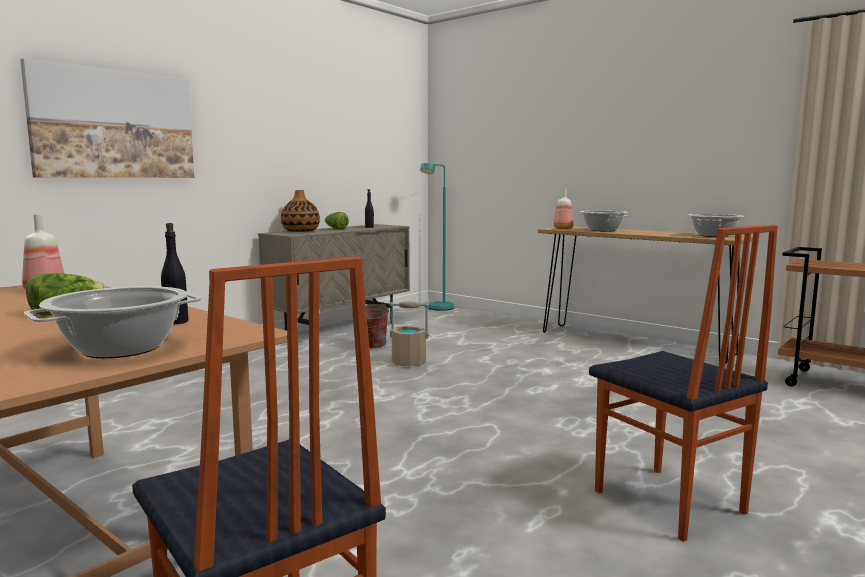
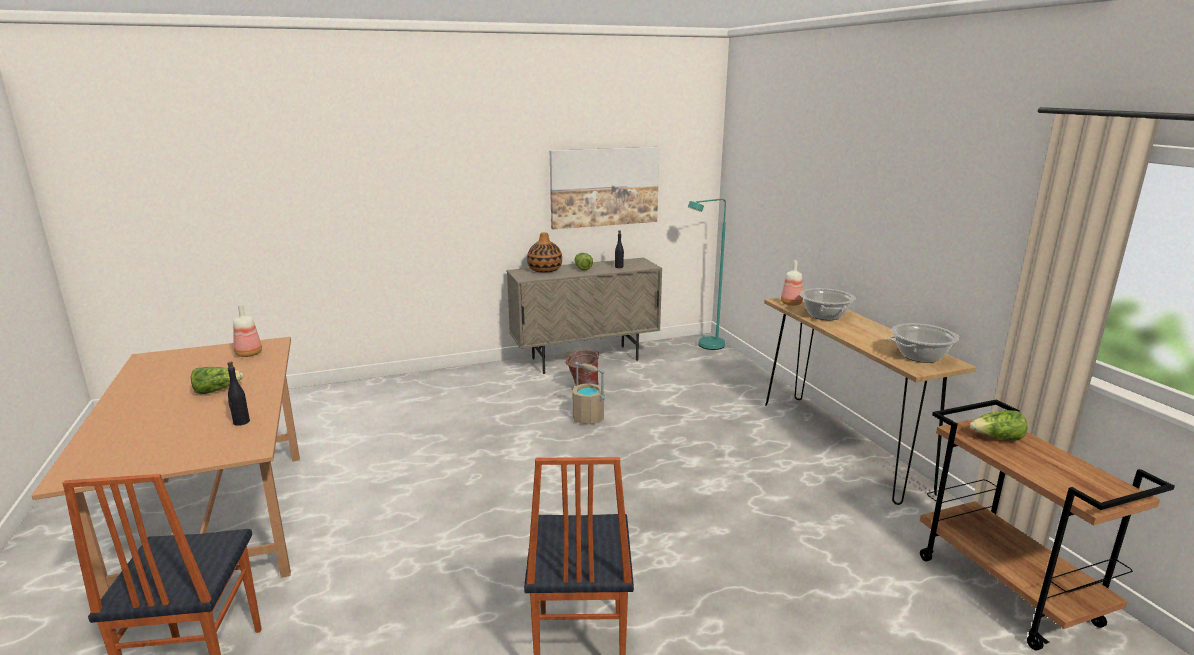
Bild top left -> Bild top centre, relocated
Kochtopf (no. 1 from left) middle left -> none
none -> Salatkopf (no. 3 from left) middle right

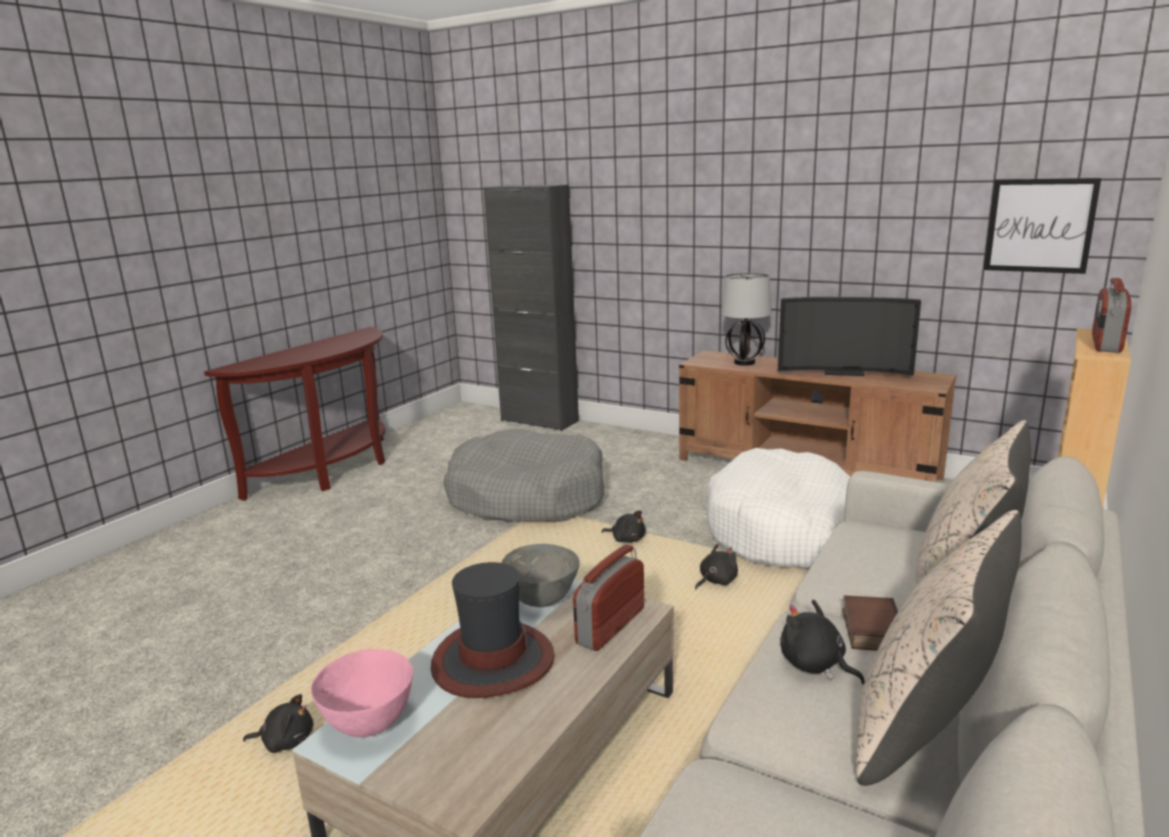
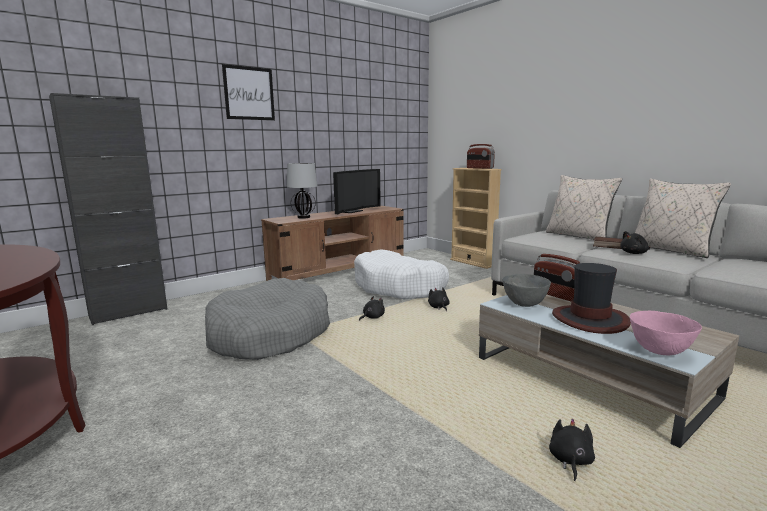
Bild top right -> Bild top left, relocated

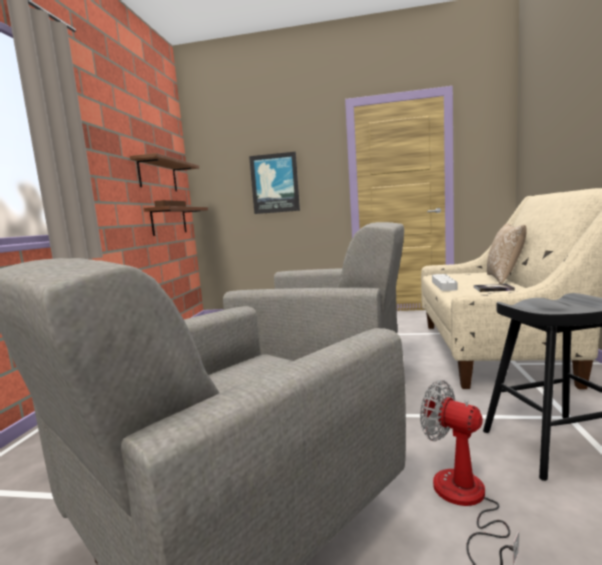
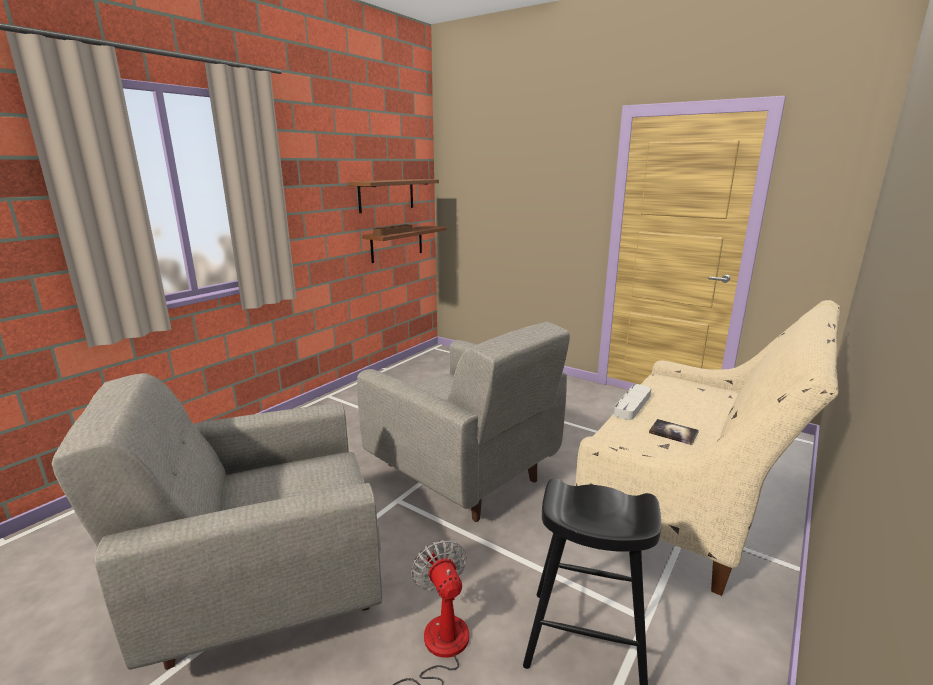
Bild top centre -> none
Kissen middle right -> none

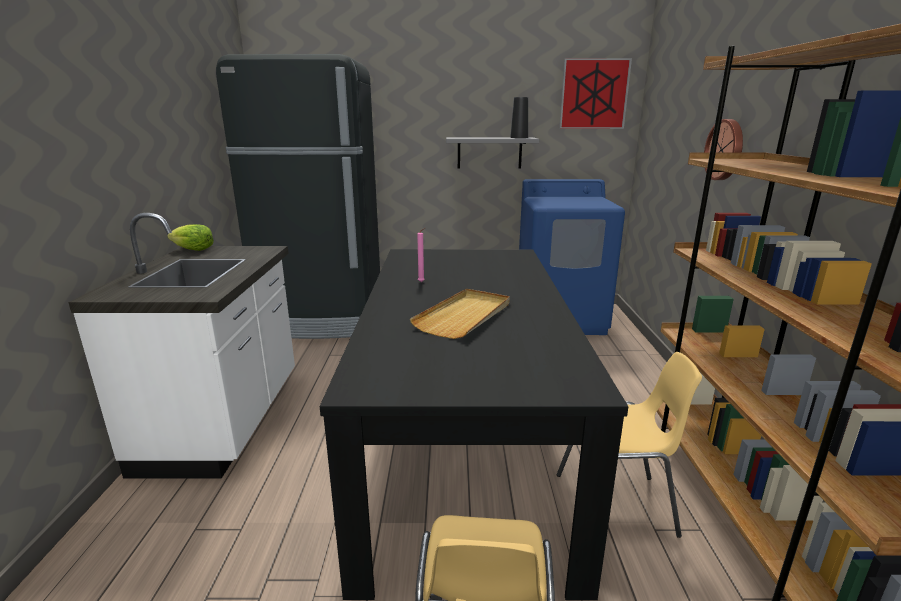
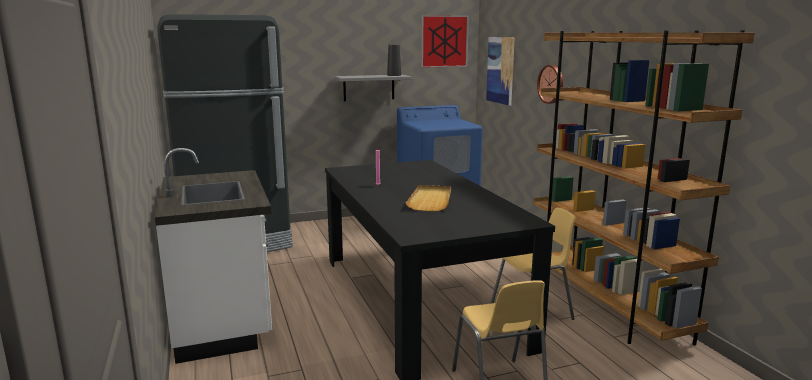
Salatkopf middle left -> none
none -> Bild (no. 2 from left) top centre

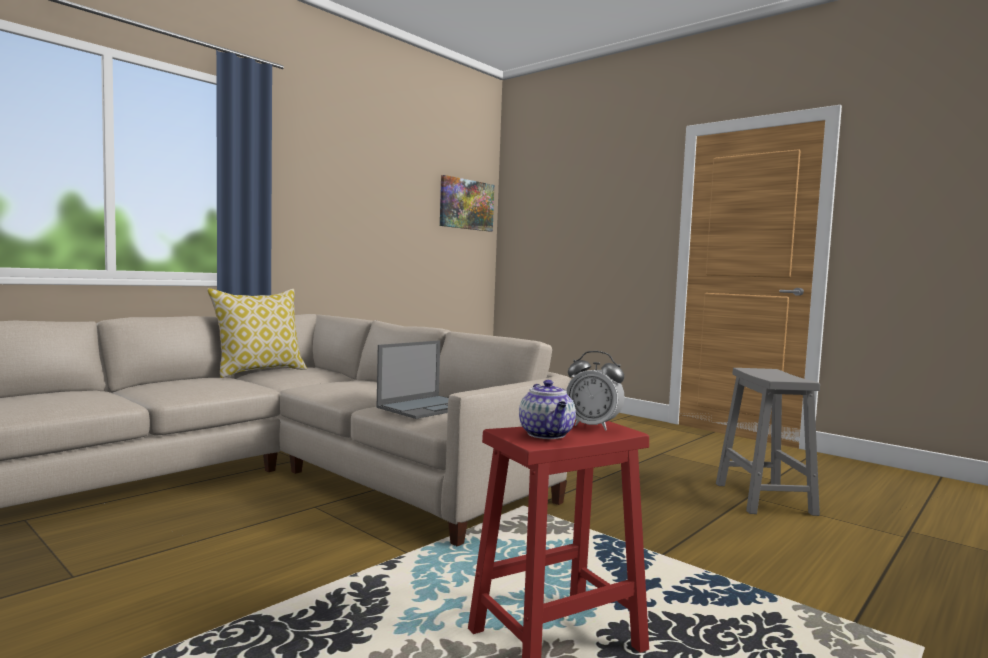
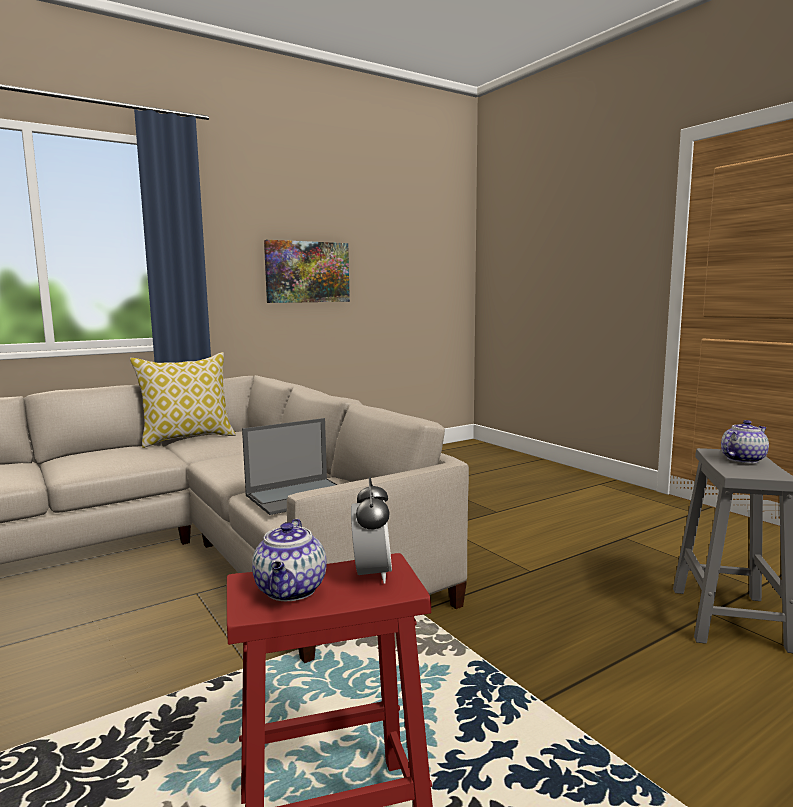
Bild top centre -> Bild centre, relocated
Wecker centre, 135 degrees counterclockwise
none -> Teekanne (no. 2 from left) middle right

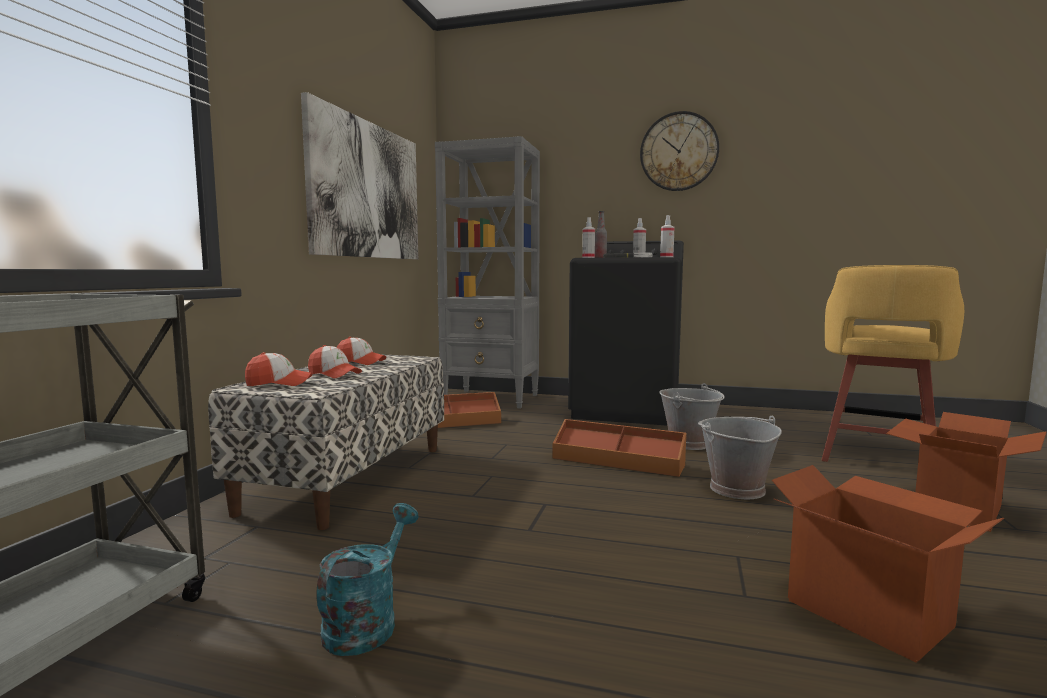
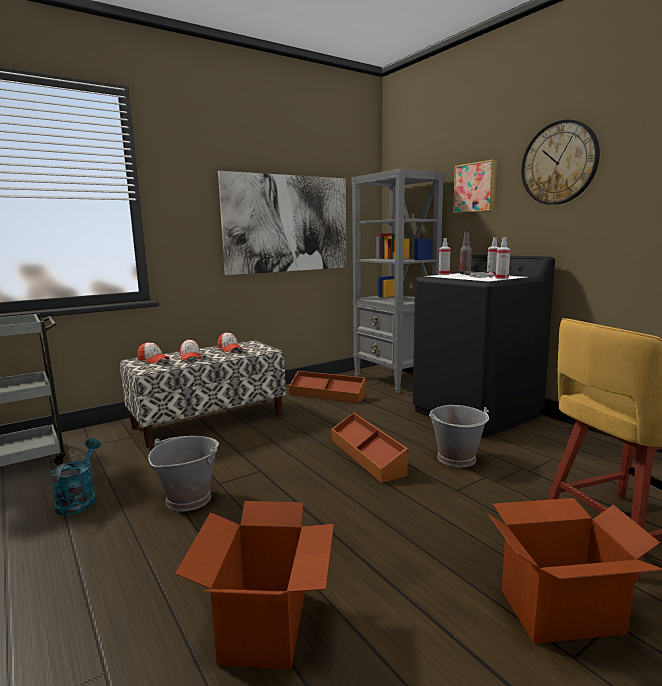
Eimer/grau (no. 2 from left in the first image) middle right -> Eimer/grau (no. 1 from left) bottom left, relocated
Gießkanne/türkis bottom centre -> Gießkanne/türkis bottom left, 60 degrees counterclockwise
none -> Bild (no. 2 from left) top right

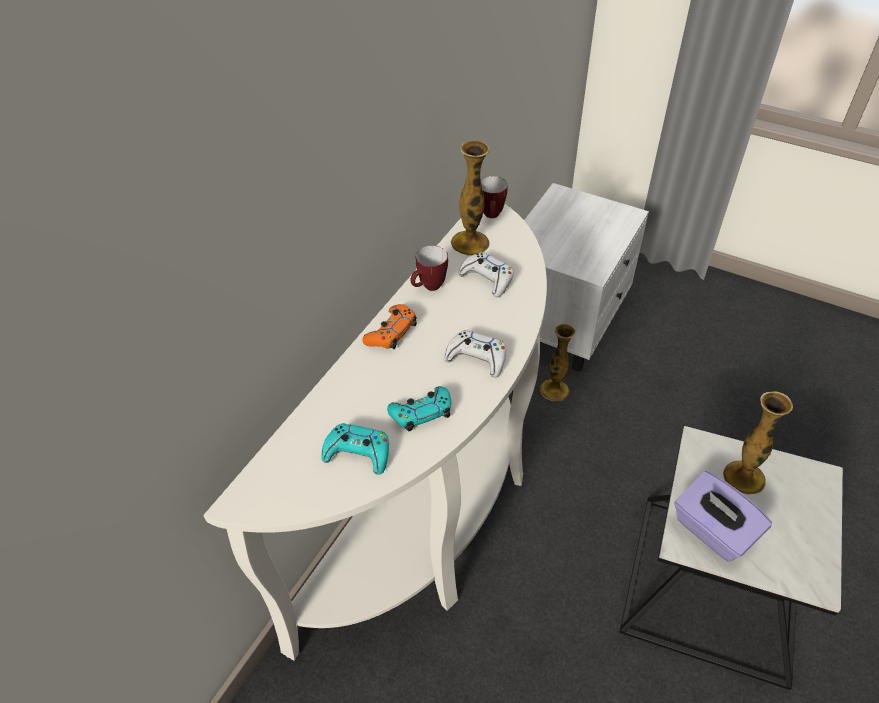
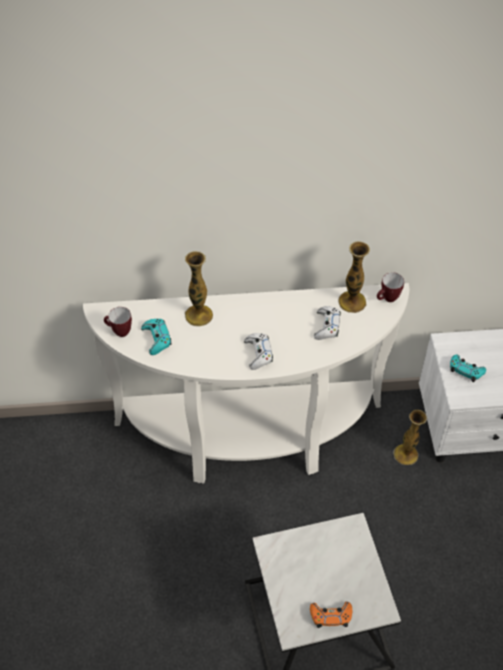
Henkelbecher (no. 1 from left) centre -> Henkelbecher (no. 1 from left) middle left, relocated
Gamepad/orange centre -> Gamepad/orange bottom centre, relocated
Gamepad/türkis (no. 2 from left) centre -> Gamepad/türkis (no. 2 from left) middle right, relocated
Vase (no. 3 from left in the first image) middle right -> Vase (no. 1 from left) centre, relocated
Taschentuchbox/lila bottom right -> none

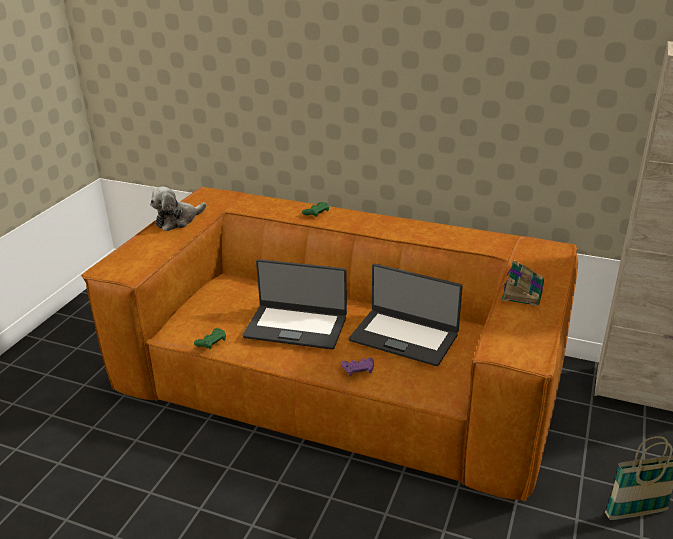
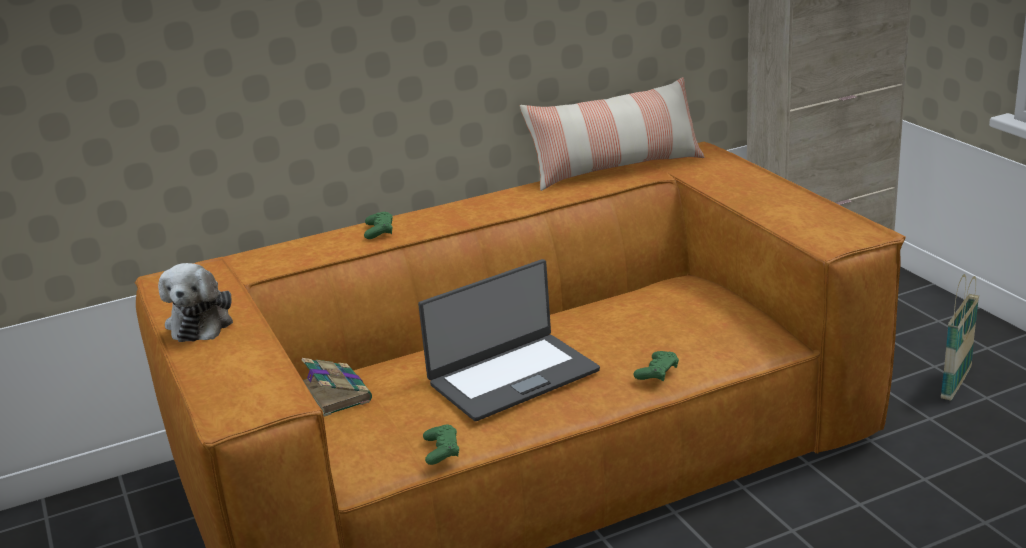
Buch middle right -> Buch bottom left, relocated
Laptop (no. 2 from left) centre -> none
Gamepad/lila bottom centre -> Gamepad/grün (no. 3 from left) bottom centre
none -> Kissen top centre

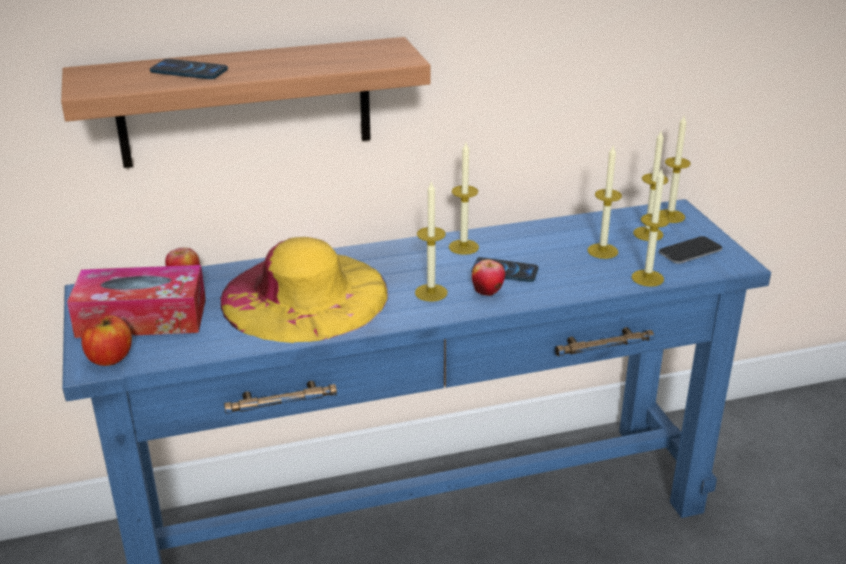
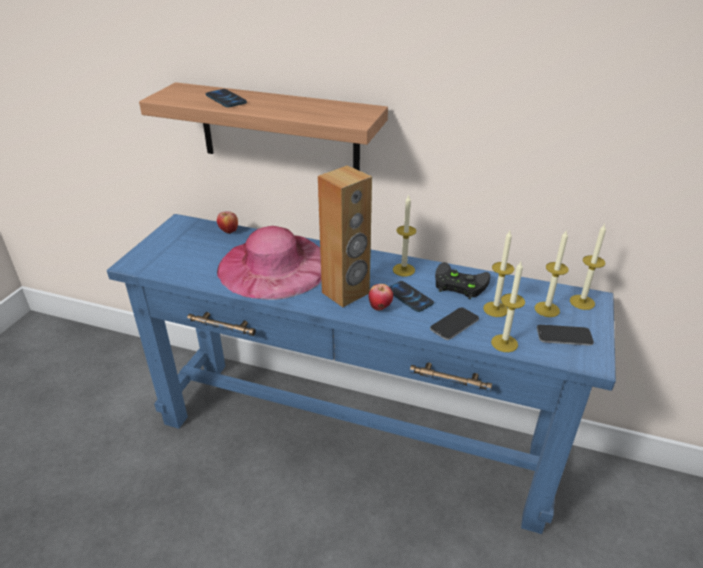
Kerze (no. 1 from left) centre -> Lautsprecher/braun centre
Hut/gelb centre -> Hut/rosa centre
Taschentuchbox middle left -> none
Apfel (no. 1 from left) middle left -> none
none -> Gamepad/schwarz centre
none -> Handy (no. 3 from left) centre

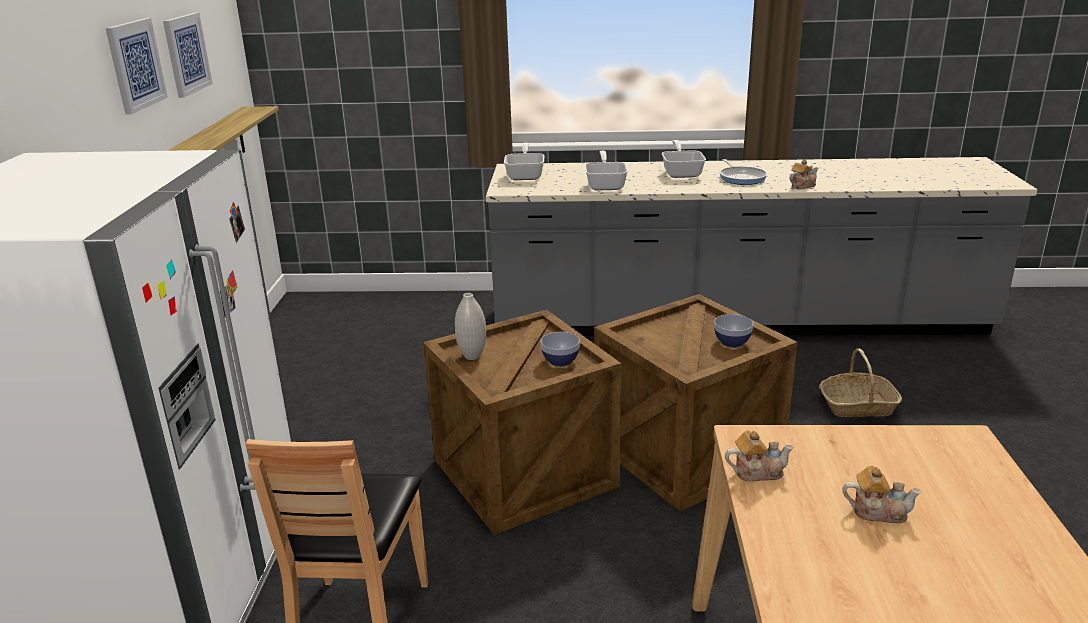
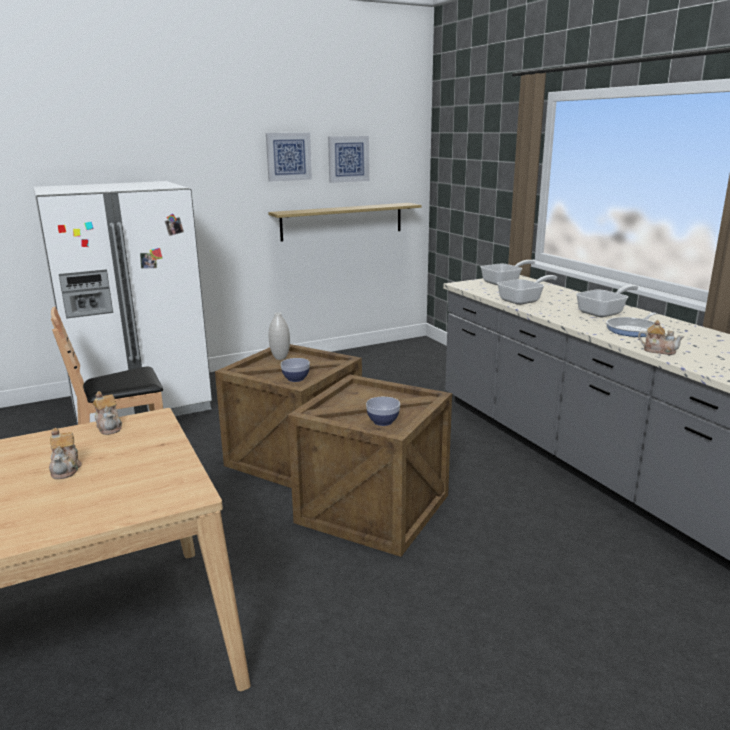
Korb middle right -> none

